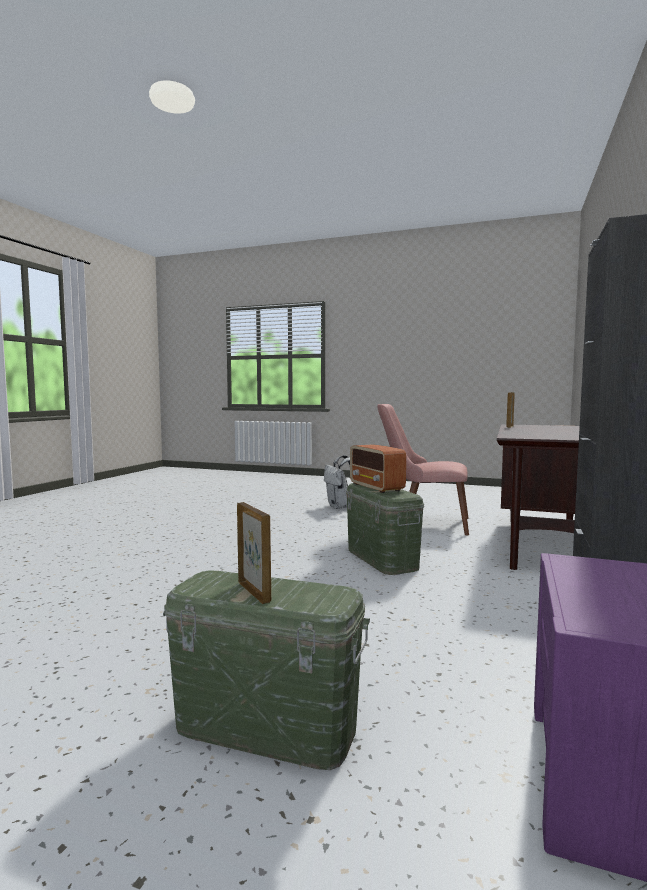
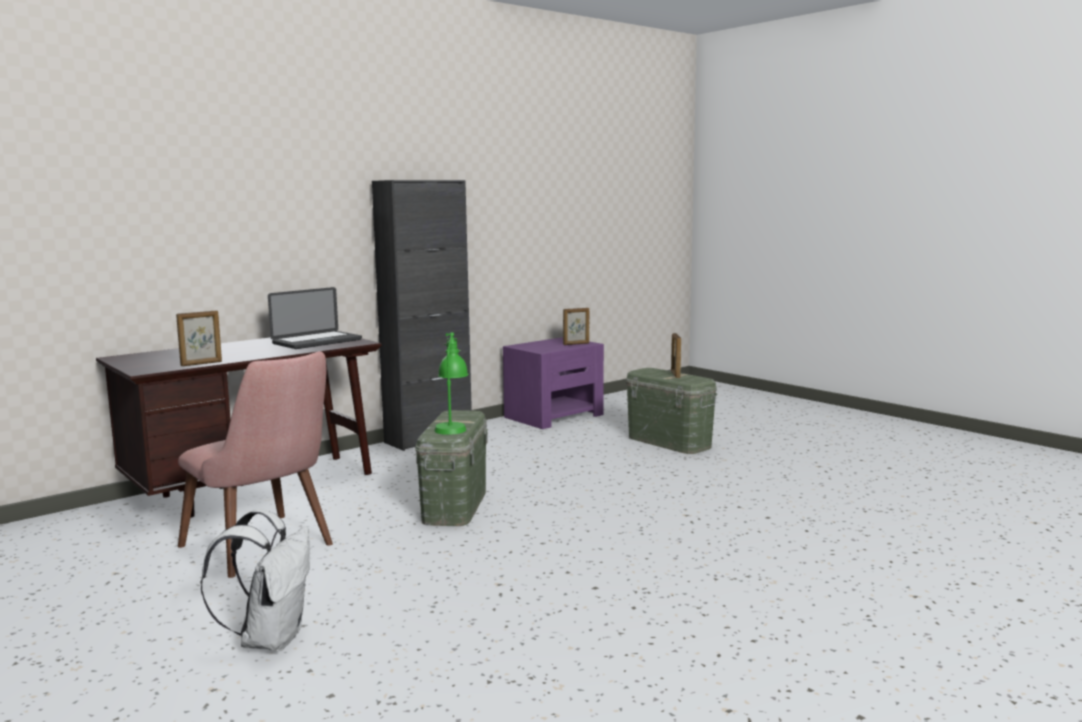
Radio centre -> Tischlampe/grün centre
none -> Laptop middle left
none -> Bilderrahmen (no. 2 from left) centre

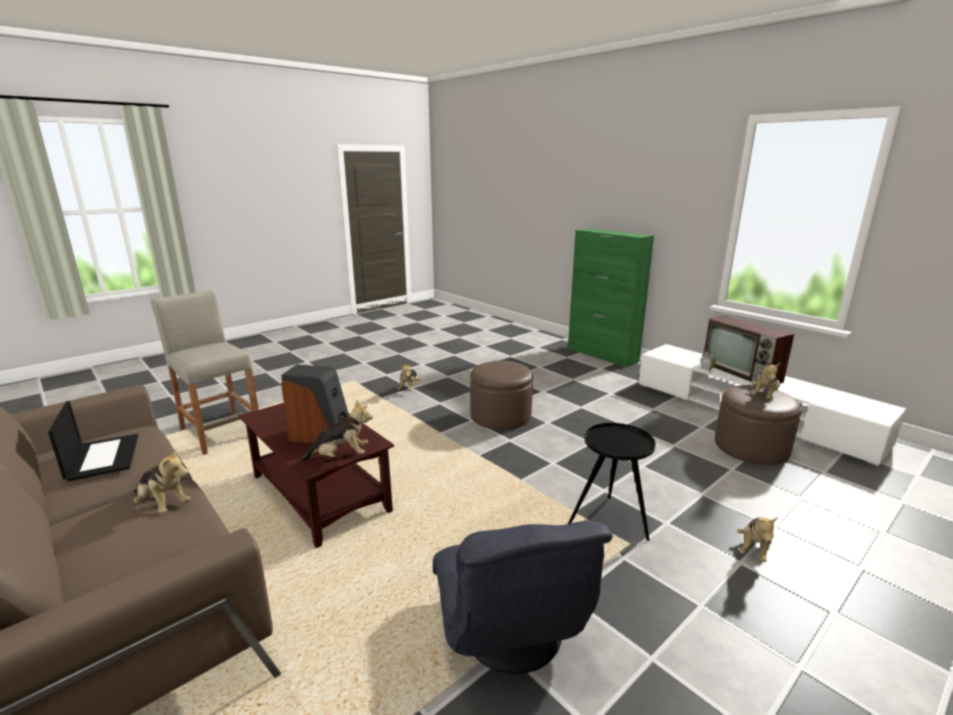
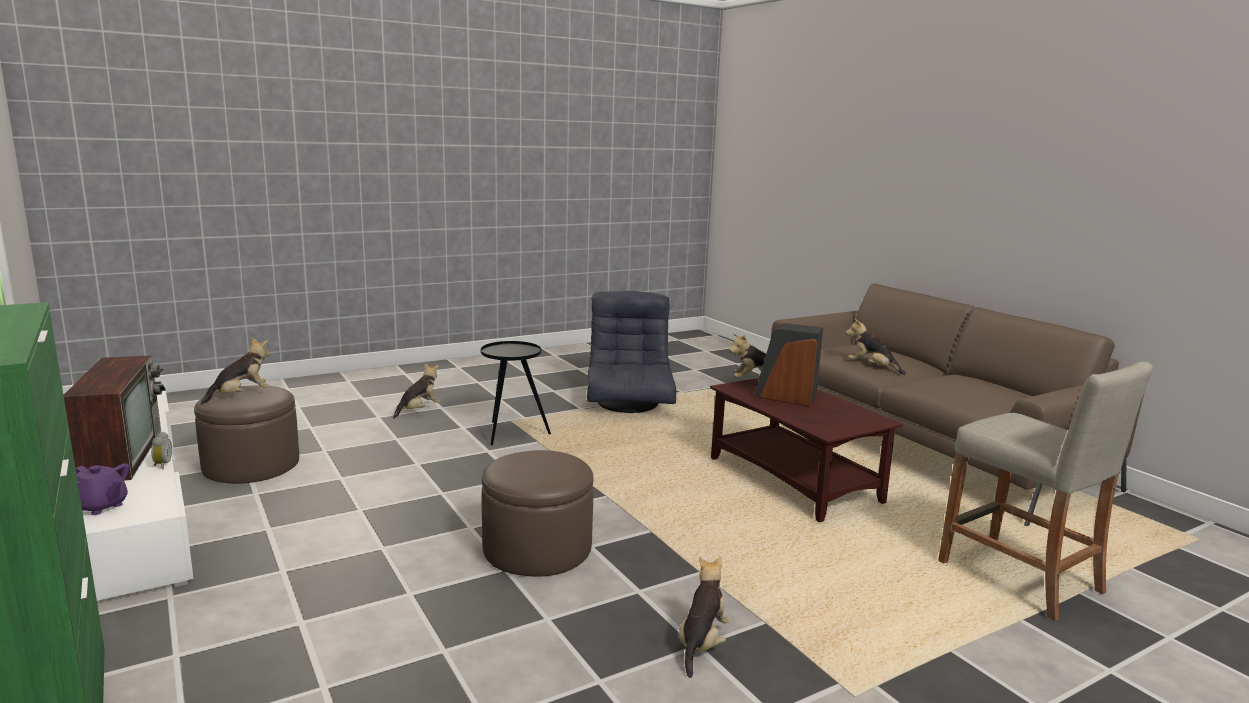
Laptop middle left -> none
none -> Teekanne/lila bottom left

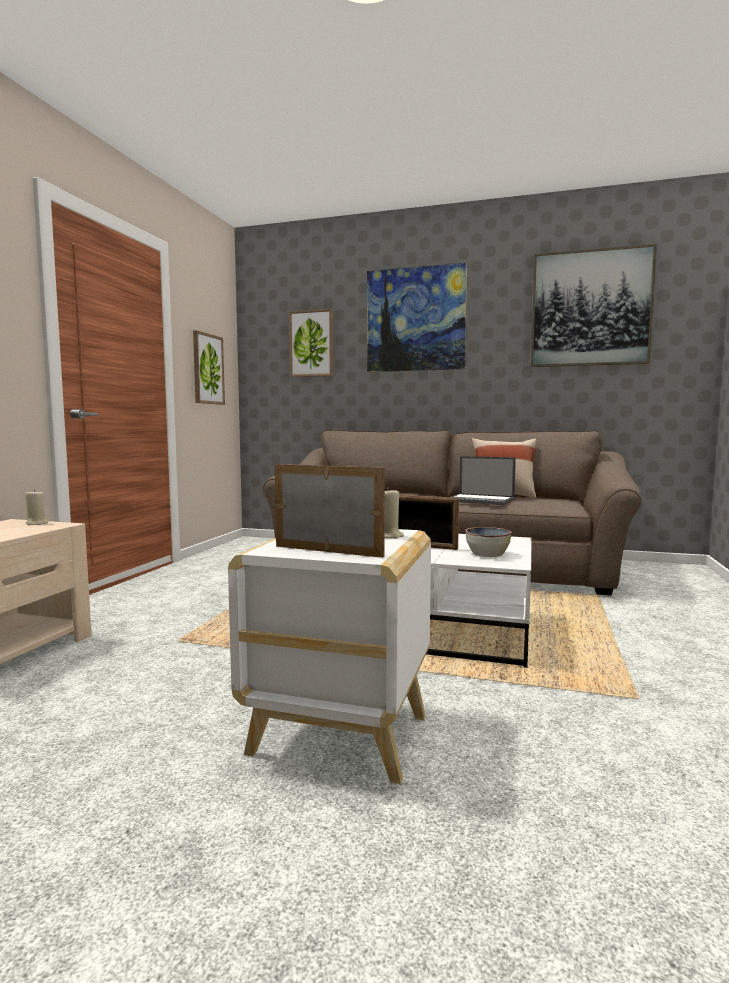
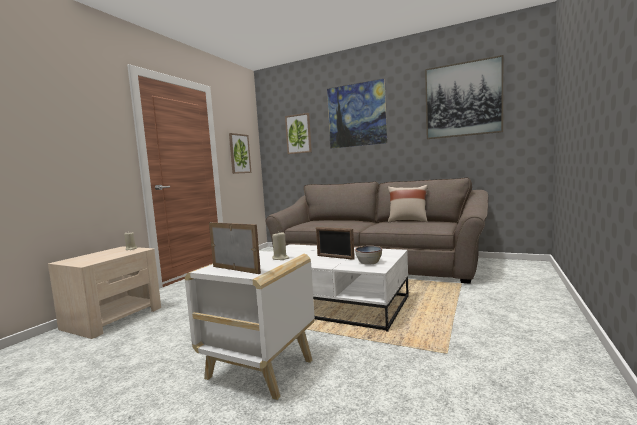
Laptop centre -> none

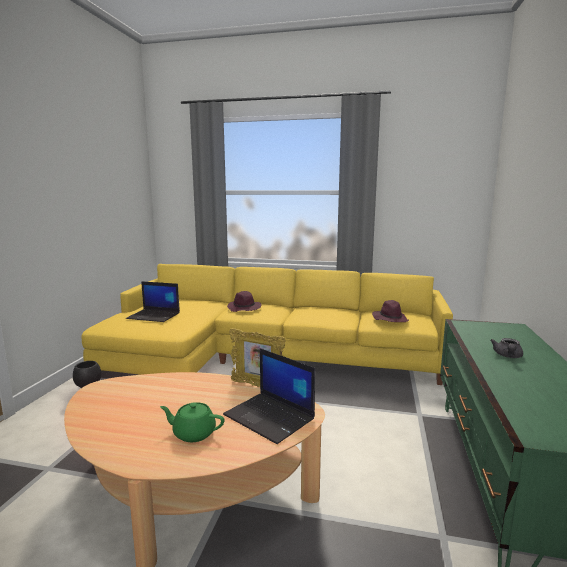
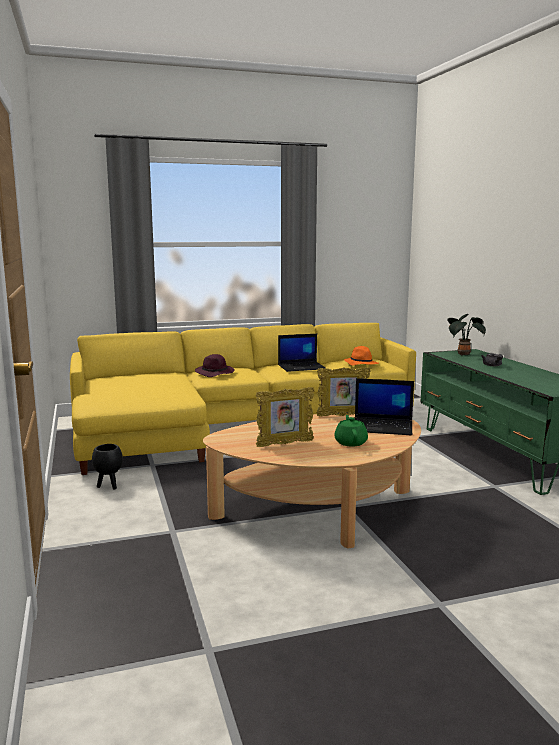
Laptop (no. 1 from left) middle left -> Laptop (no. 1 from left) centre, relocated
Hut/lila (no. 2 from left) middle right -> Hut/orange centre
Teekanne/grün bottom centre -> Teekanne/grün centre, 105 degrees clockwise
none -> Topfpflanze middle right
none -> Bilderrahmen (no. 1 from left) centre

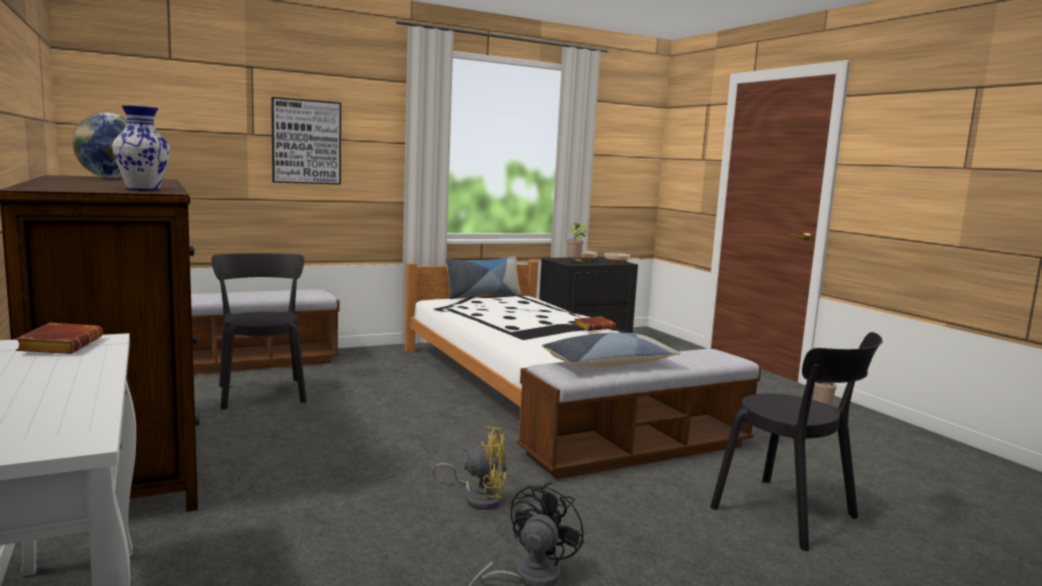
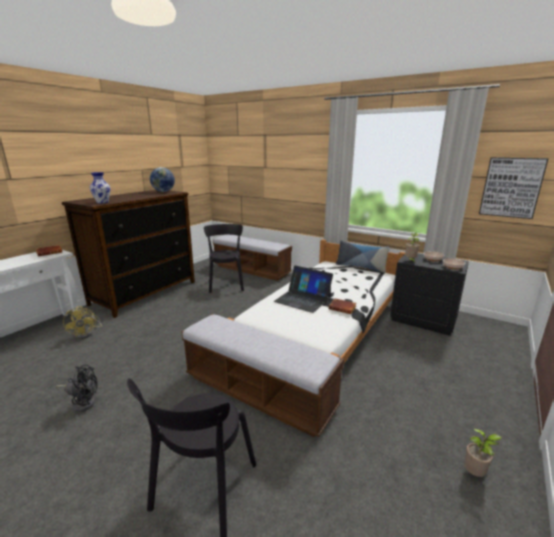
Bild top left -> Bild middle right, relocated
Stuhl/schwarz (no. 1 from left in the first image) middle left -> Stuhl/schwarz (no. 2 from left) centre, 45 degrees counterclockwise
Kissen (no. 2 from left) centre -> none
Ventilator/gelb bottom centre -> Ventilator/gelb middle left, relocated
none -> Laptop centre

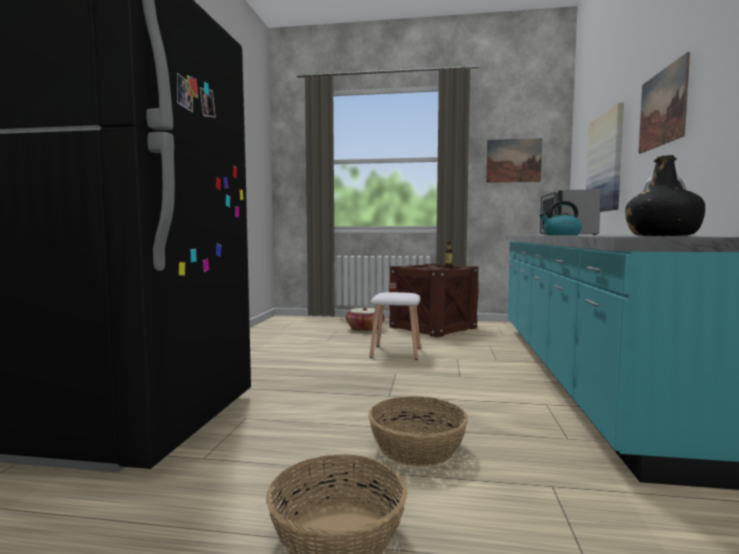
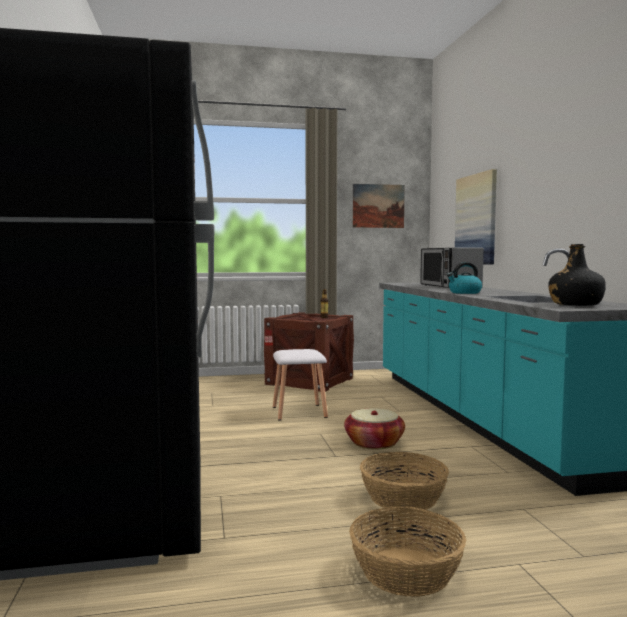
Bild (no. 3 from left) top right -> none
Korb (no. 2 from left in the first image) centre -> Korb (no. 1 from left) bottom centre, relocated

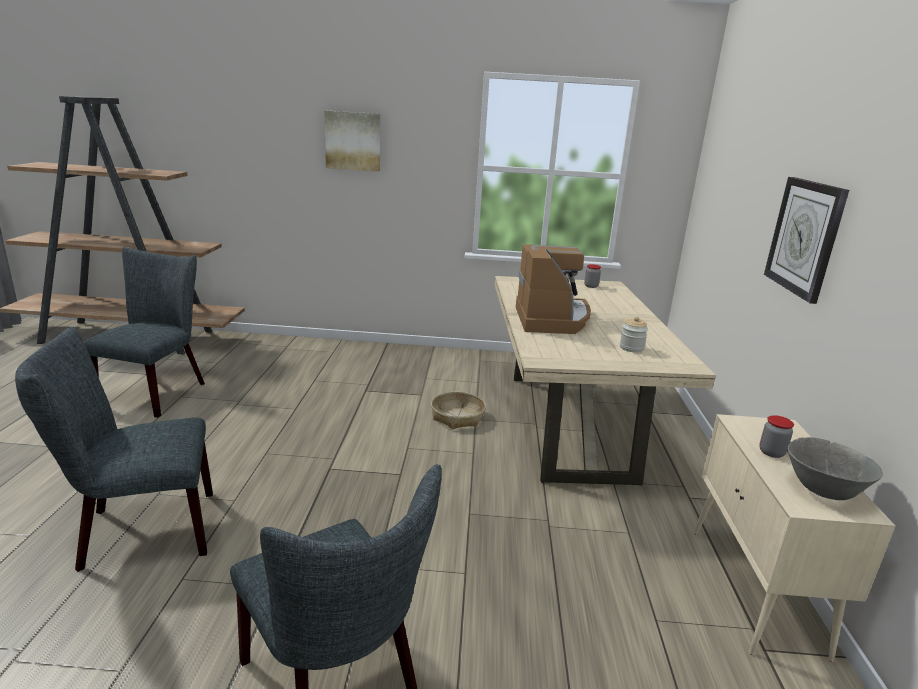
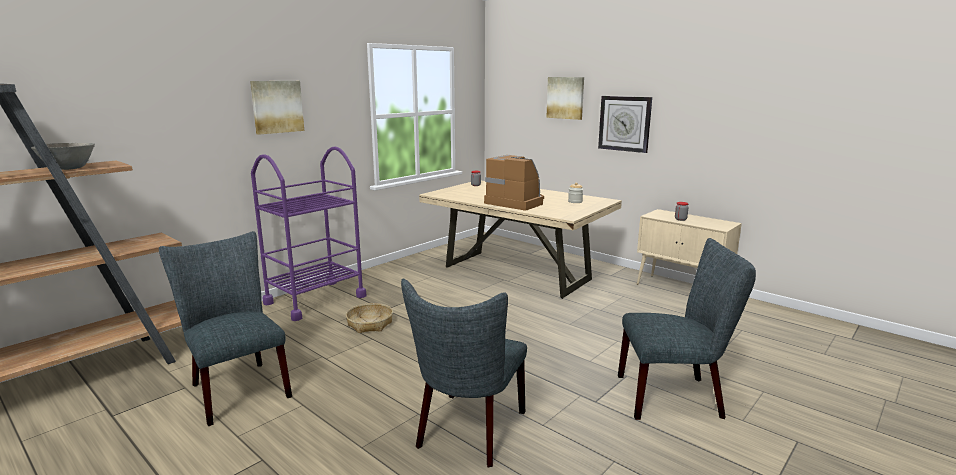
Korb centre -> Korb bottom centre, relocated
Schüssel/grau bottom right -> Schüssel/grau top left, relocated
none -> Bild (no. 2 from left) top centre
none -> Rollwagen/lila middle left

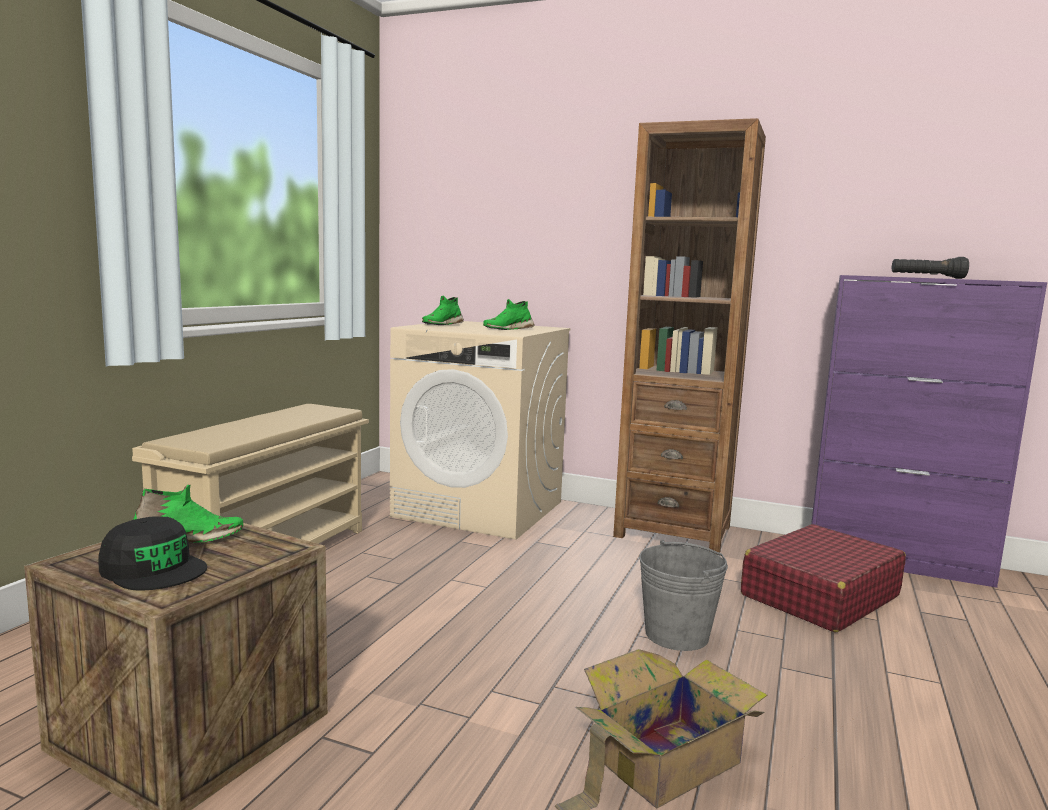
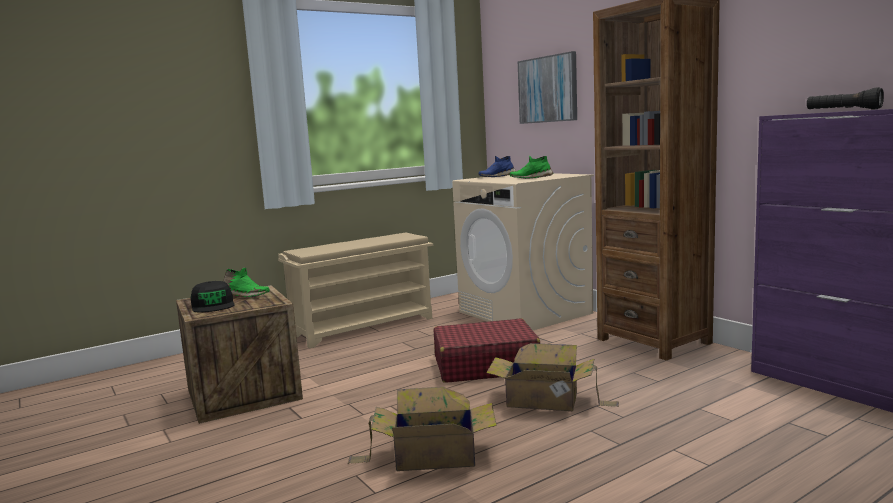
Schuh/grün (no. 2 from left) centre -> Schuh/blau top centre
Koffer/rot bottom right -> Koffer/rot bottom centre, relocated
Eimer/grau bottom centre -> Karton (no. 2 from left) bottom centre
none -> Bild top centre

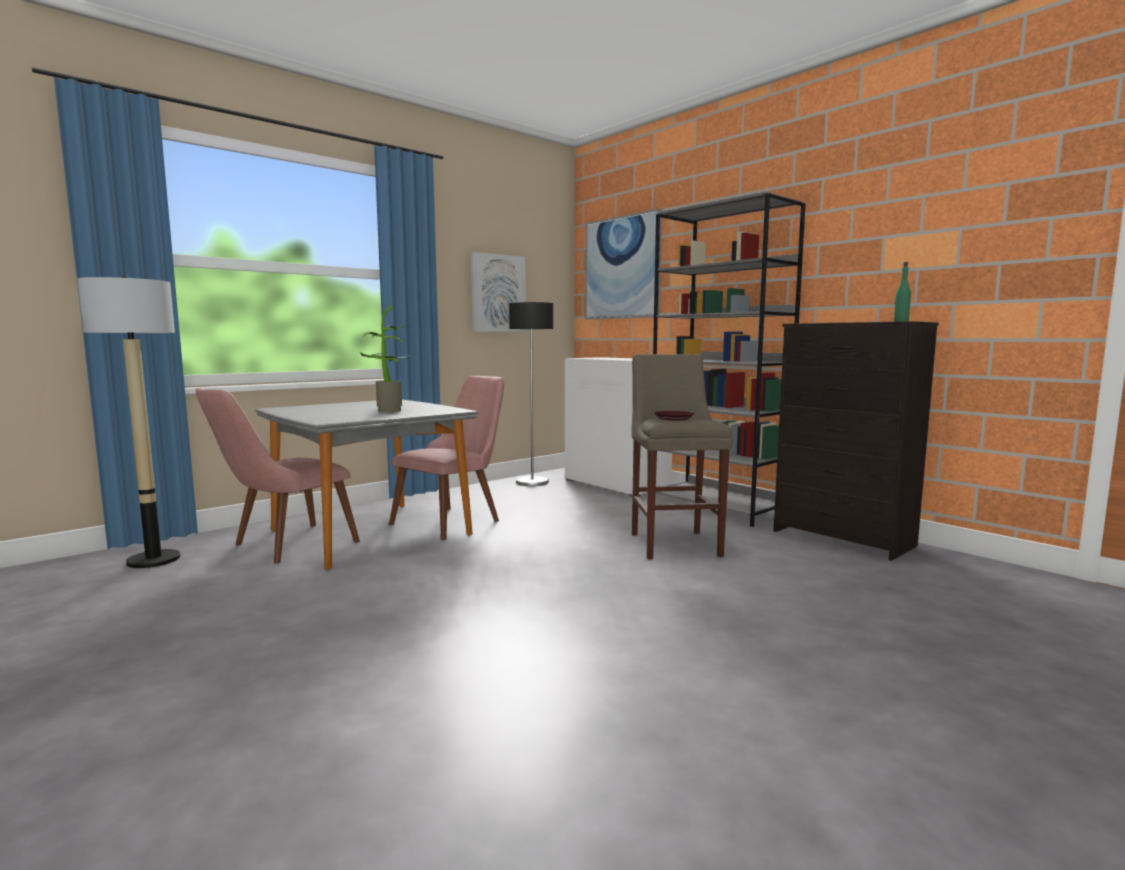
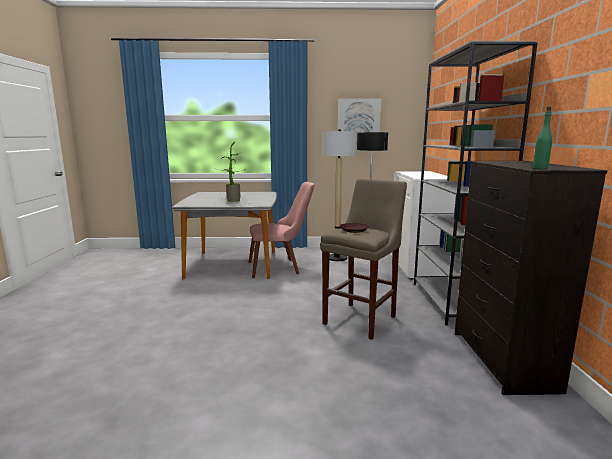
Bild (no. 2 from left) top centre -> none
Stehlampe (no. 1 from left) middle left -> Stehlampe (no. 1 from left) centre, relocated
Stuhl/rosa (no. 1 from left) middle left -> none

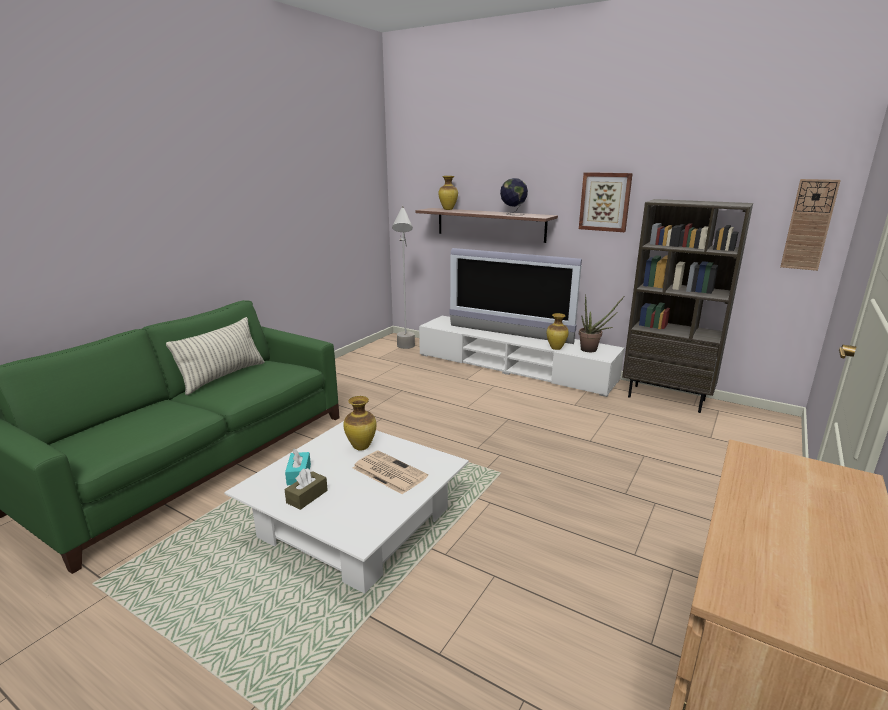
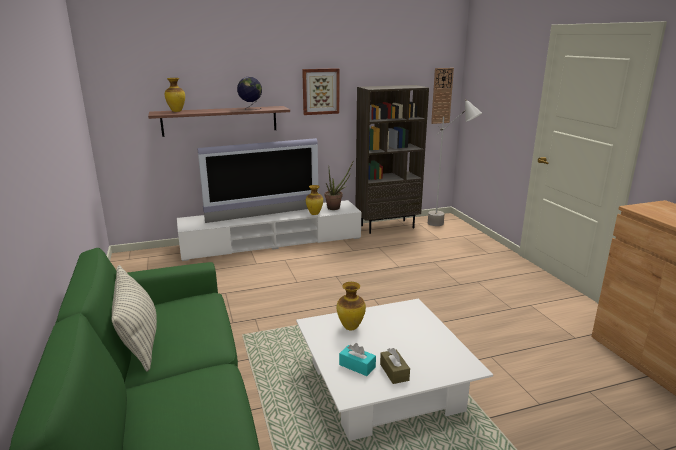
Stehlampe/grau centre -> Stehlampe/grau middle right, relocated
Zeitung centre -> none

